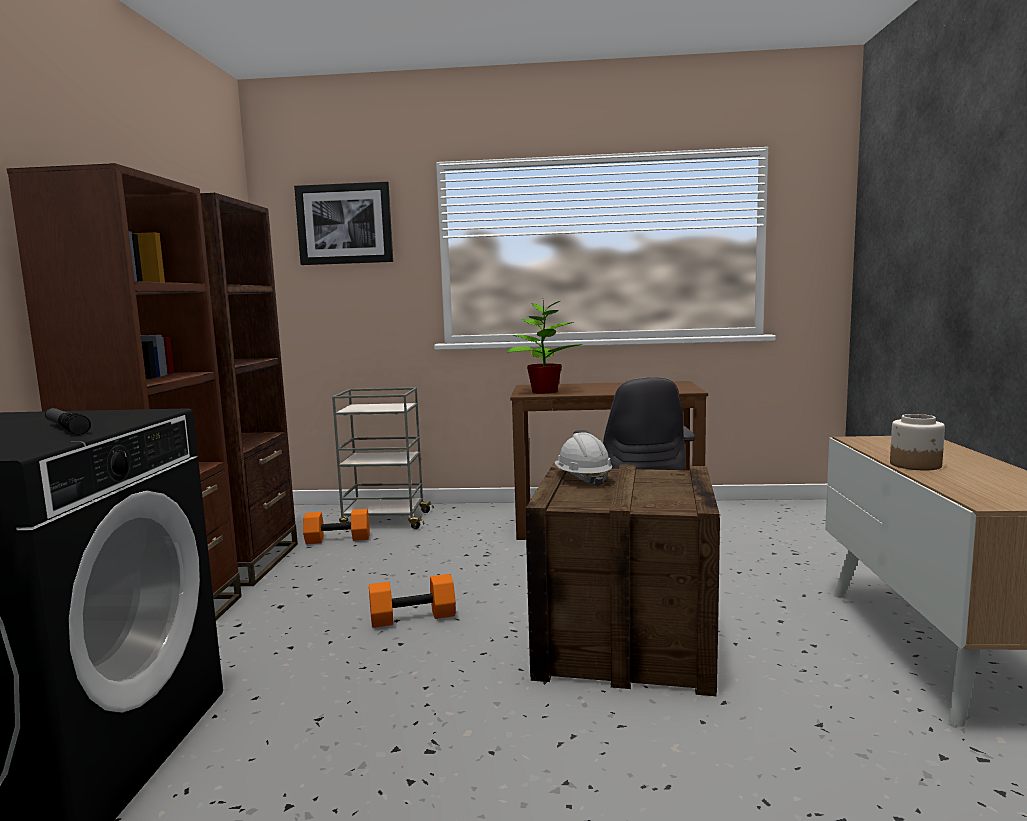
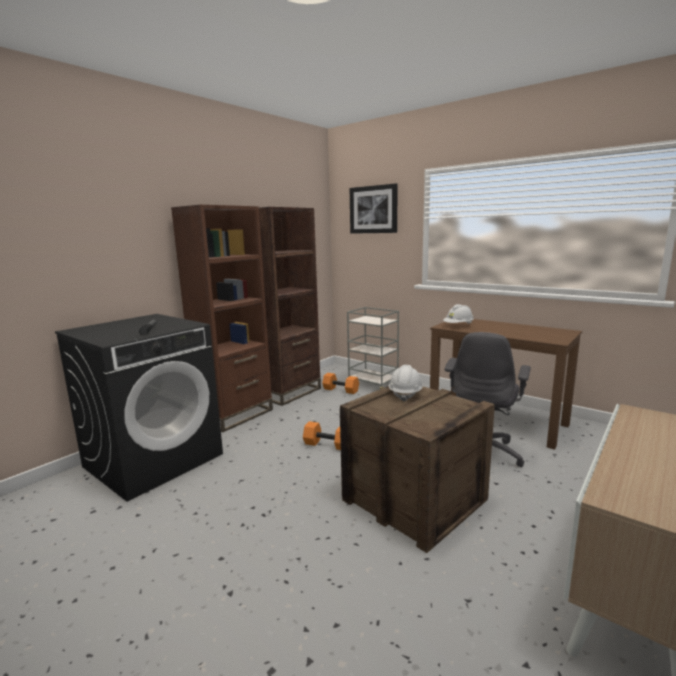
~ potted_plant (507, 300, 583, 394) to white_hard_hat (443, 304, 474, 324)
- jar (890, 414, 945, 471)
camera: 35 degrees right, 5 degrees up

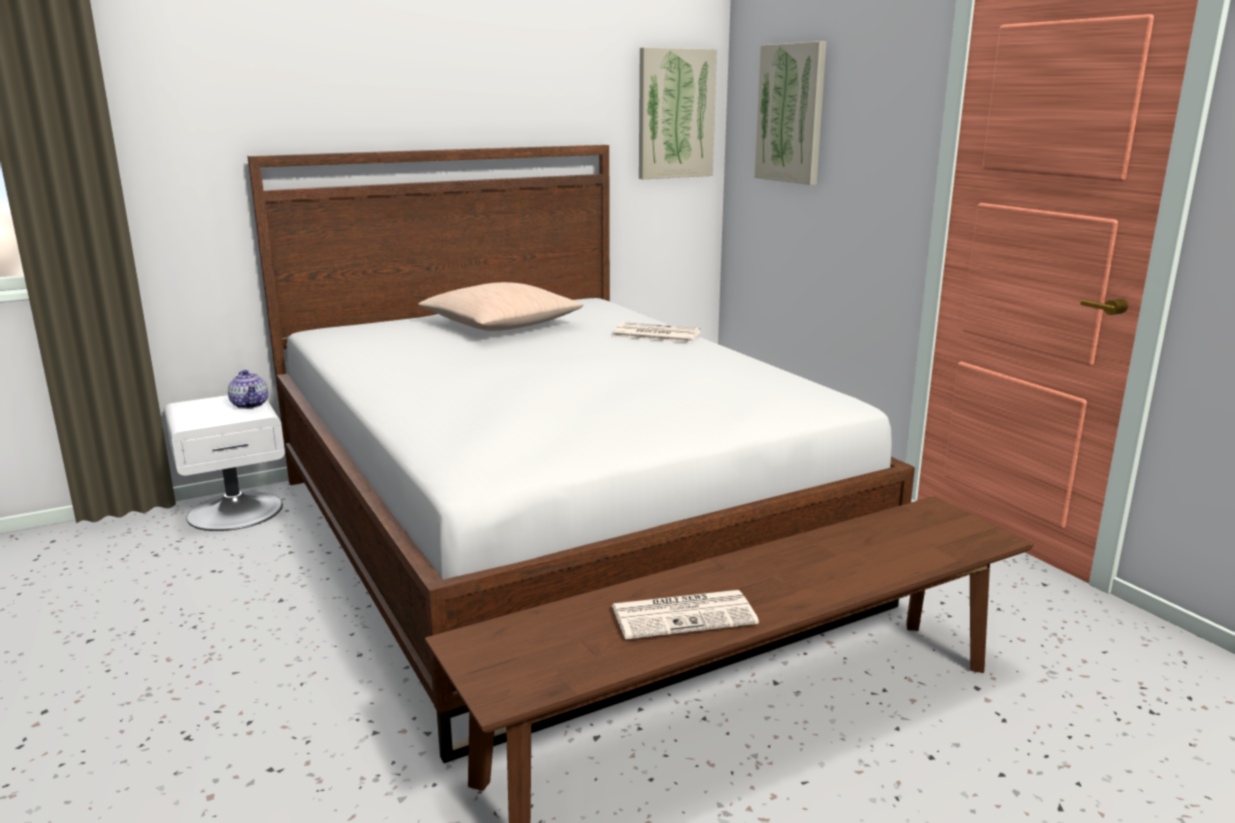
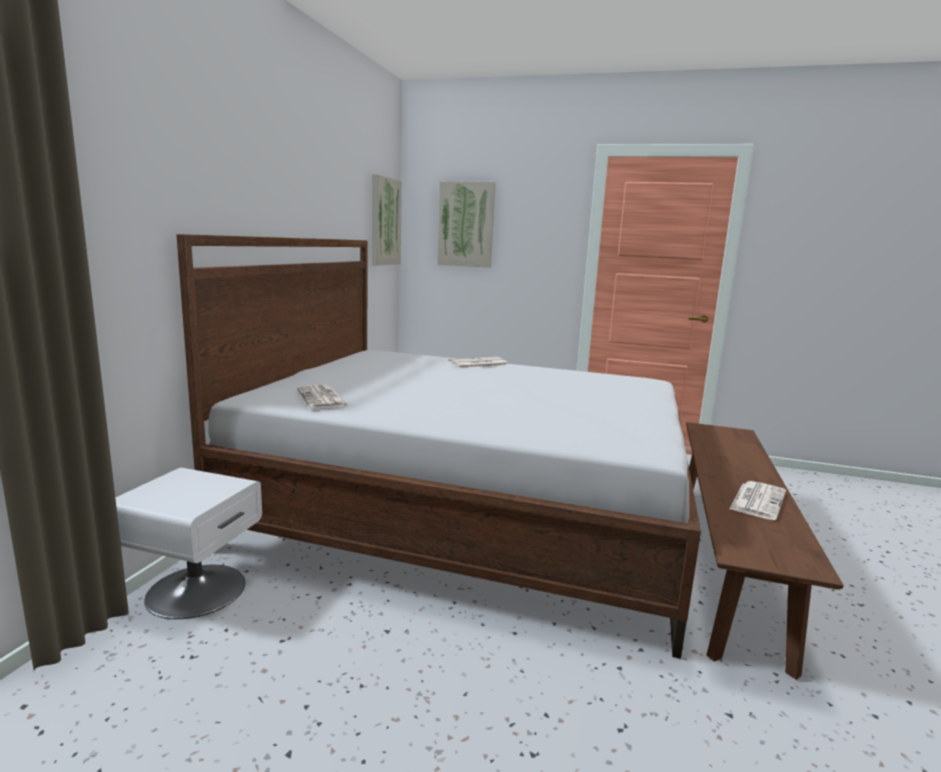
- beige_pillow (418, 282, 584, 331)
- teapot (228, 370, 268, 409)
+ newspaper (297, 385, 350, 409)
camera: 45 degrees left, 5 degrees down

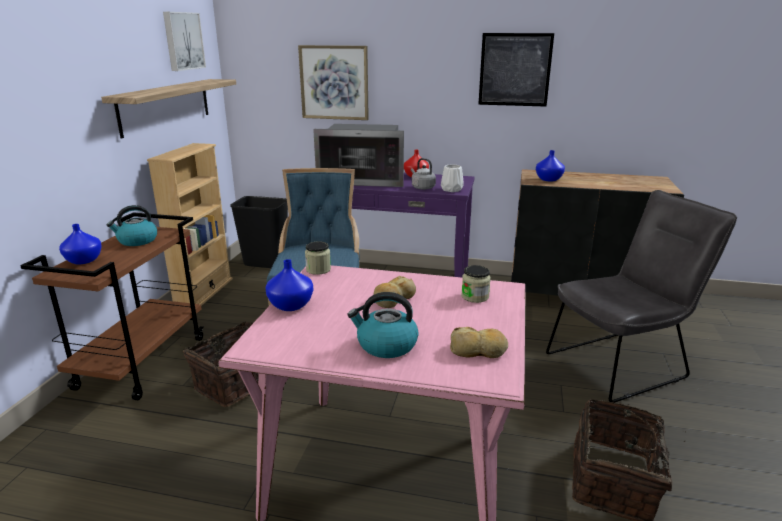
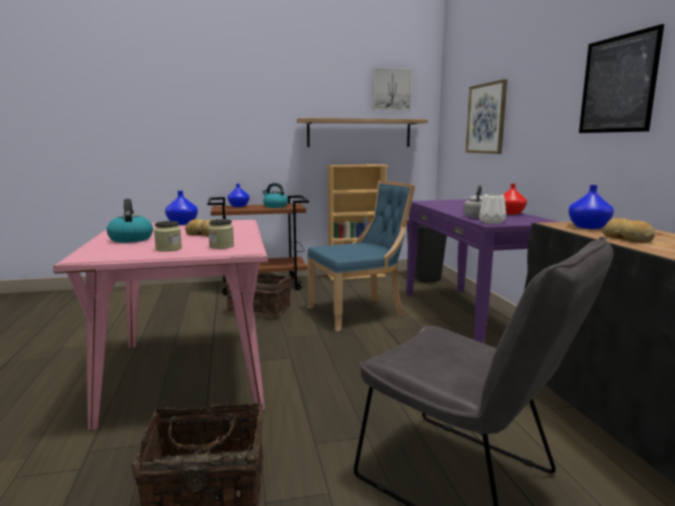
- microwave (313, 124, 404, 187)
~ jar (305, 241, 331, 275) to (154, 221, 182, 252)
~ bread (450, 327, 508, 358) to (602, 218, 655, 243)
camera: 65 degrees right, 10 degrees down

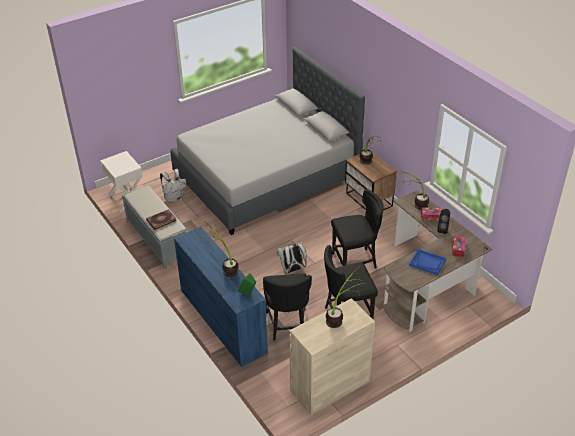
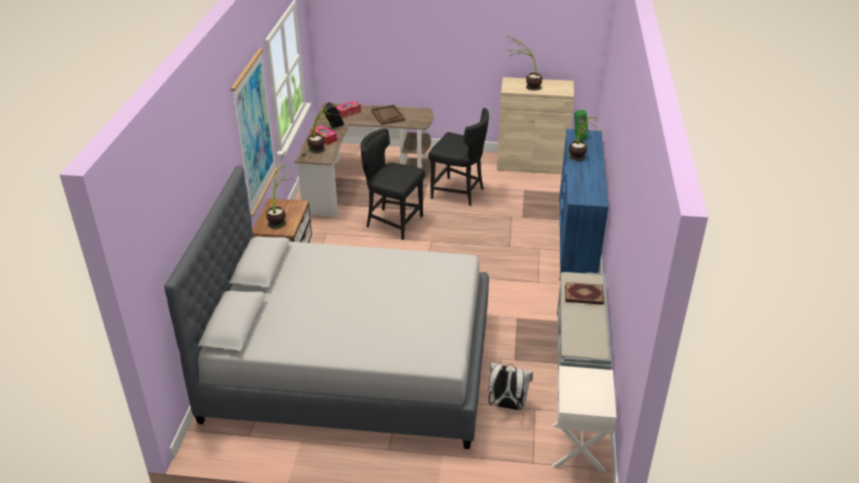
- white_backpack (277, 242, 307, 273)
~ blue_tray (409, 249, 446, 275) to brown_tray (371, 105, 405, 125)
- black_chair (263, 273, 312, 341)
+ picture (231, 48, 277, 217)
camera: 140 degrees left, 5 degrees down

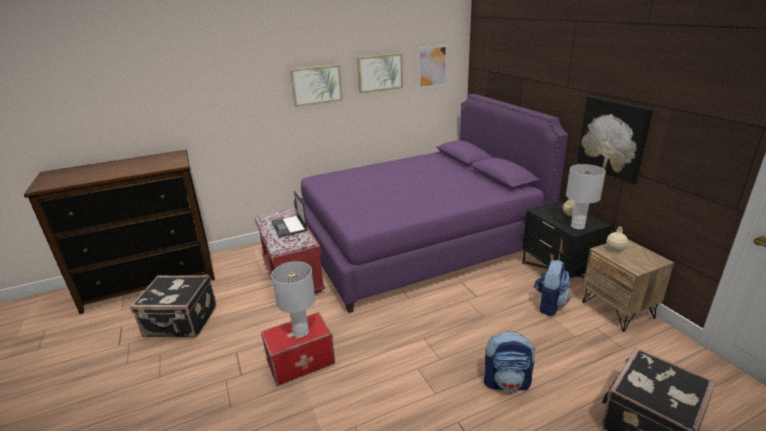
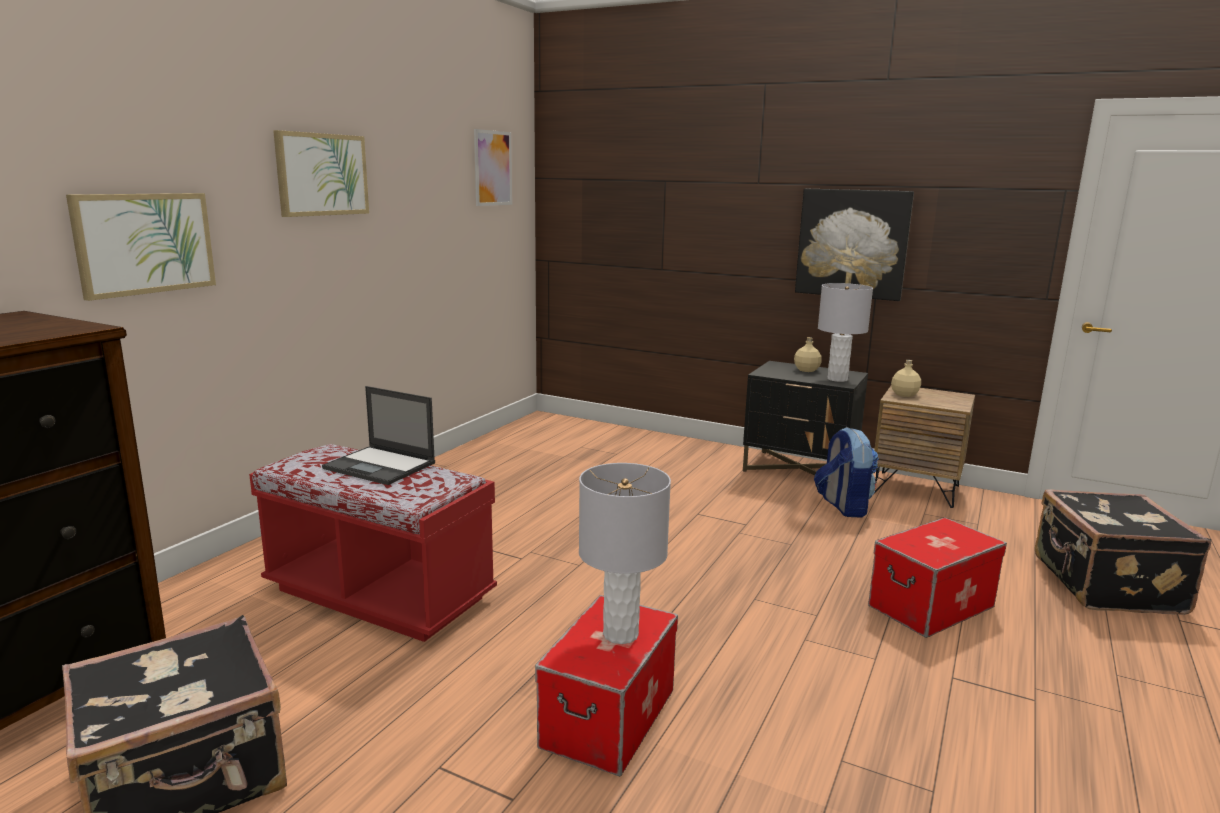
~ picture (357, 53, 403, 93) to (66, 193, 216, 301)
- purple_bed (294, 94, 568, 313)
~ backpack (484, 331, 535, 391) to storage_box (868, 517, 1007, 638)
camera: 40 degrees left, 10 degrees down

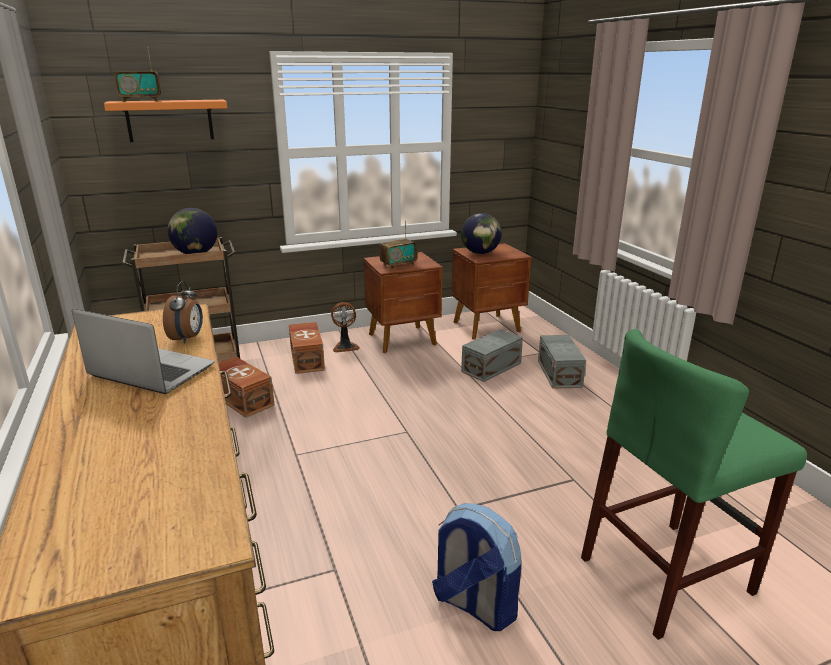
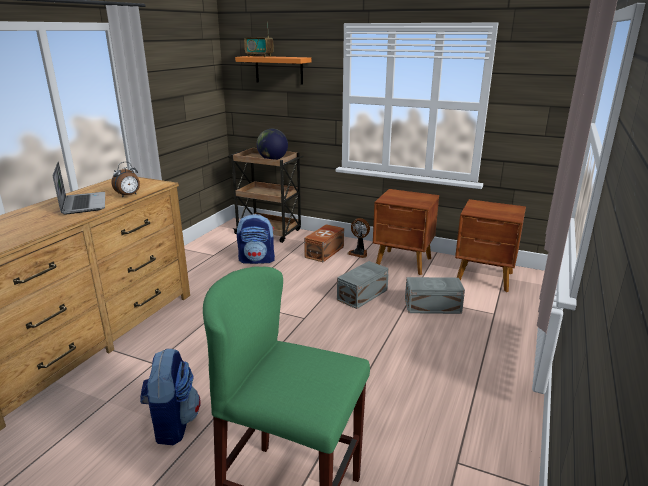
- globe (461, 213, 502, 254)
- radio (379, 221, 417, 269)
~ grey_storage_box (538, 335, 586, 389) to (337, 261, 389, 309)
~ brown_storage_box (219, 357, 275, 418) to backpack (237, 214, 275, 264)
camera: 45 degrees right, 0 degrees up

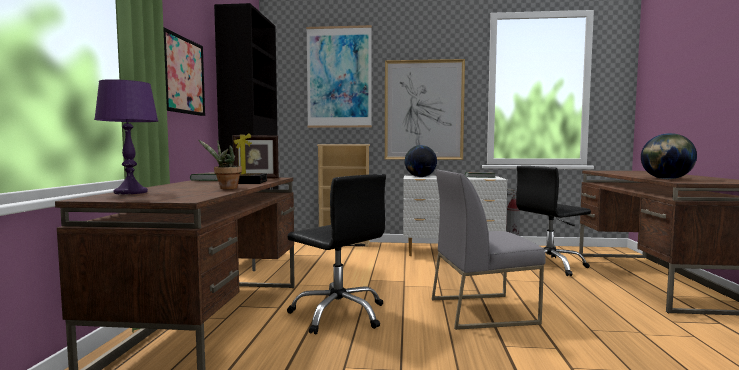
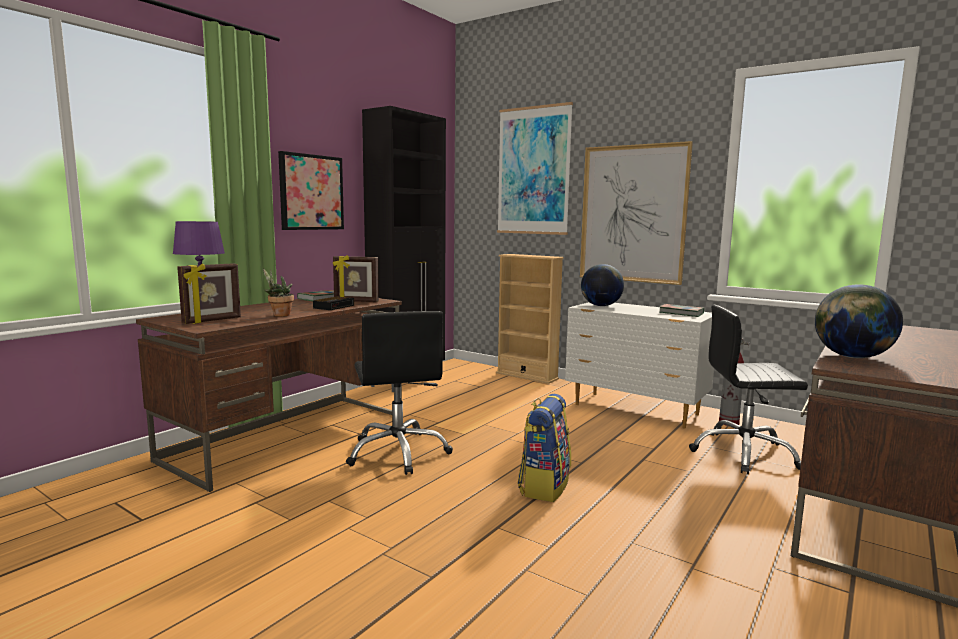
~ grey_chair (432, 170, 545, 330) to backpack (517, 394, 571, 502)
+ picture_frame (177, 263, 241, 324)
camera: 30 degrees right, 5 degrees up

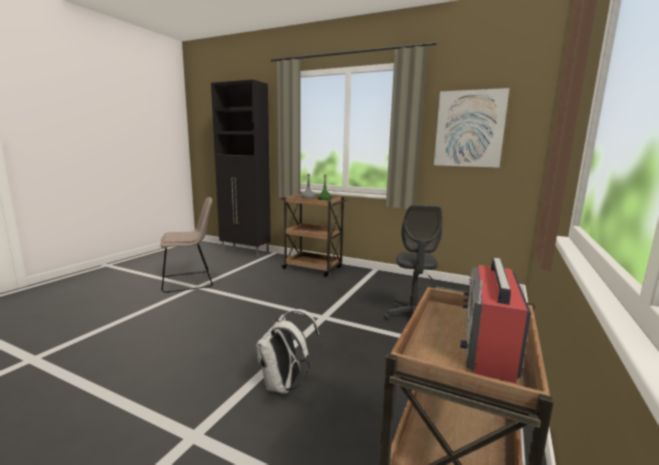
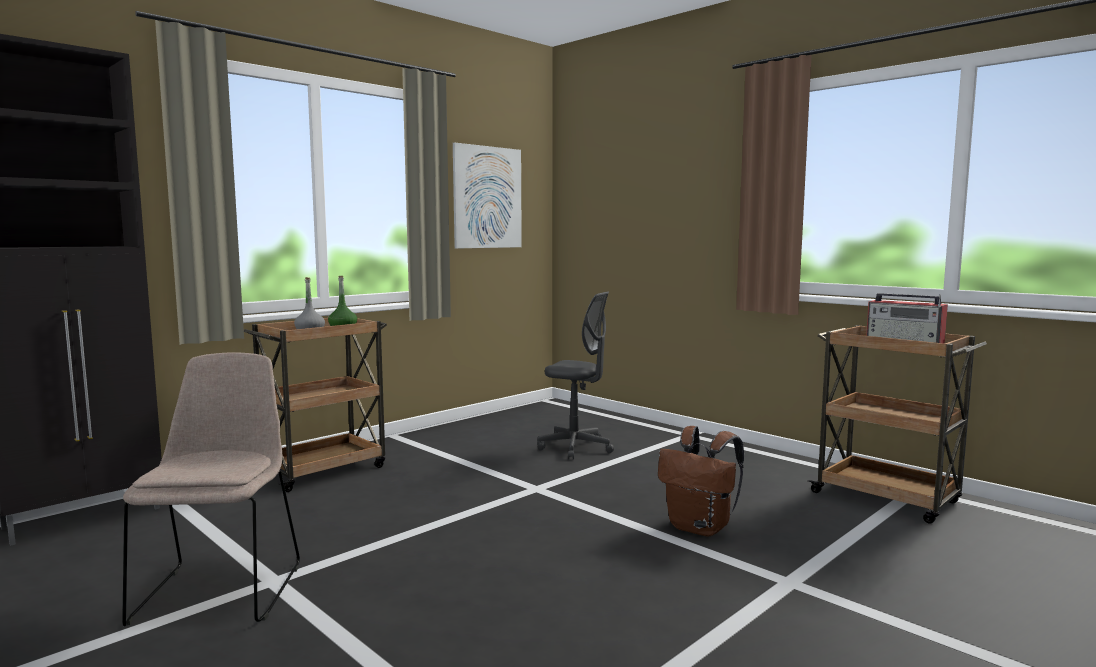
~ white_backpack (256, 309, 321, 394) to brown_backpack (658, 426, 744, 536)
camera: 70 degrees left, 5 degrees down

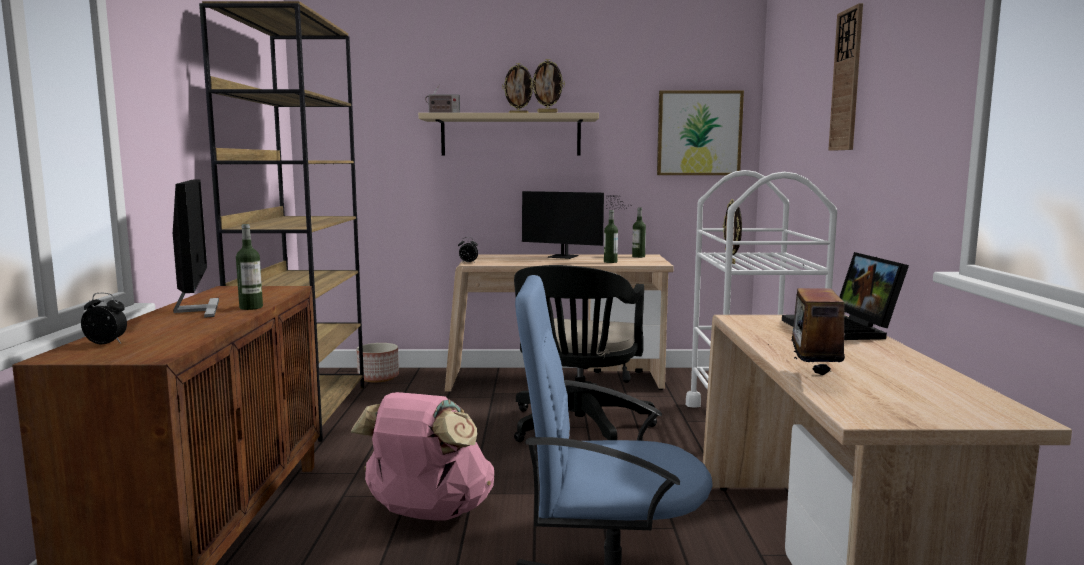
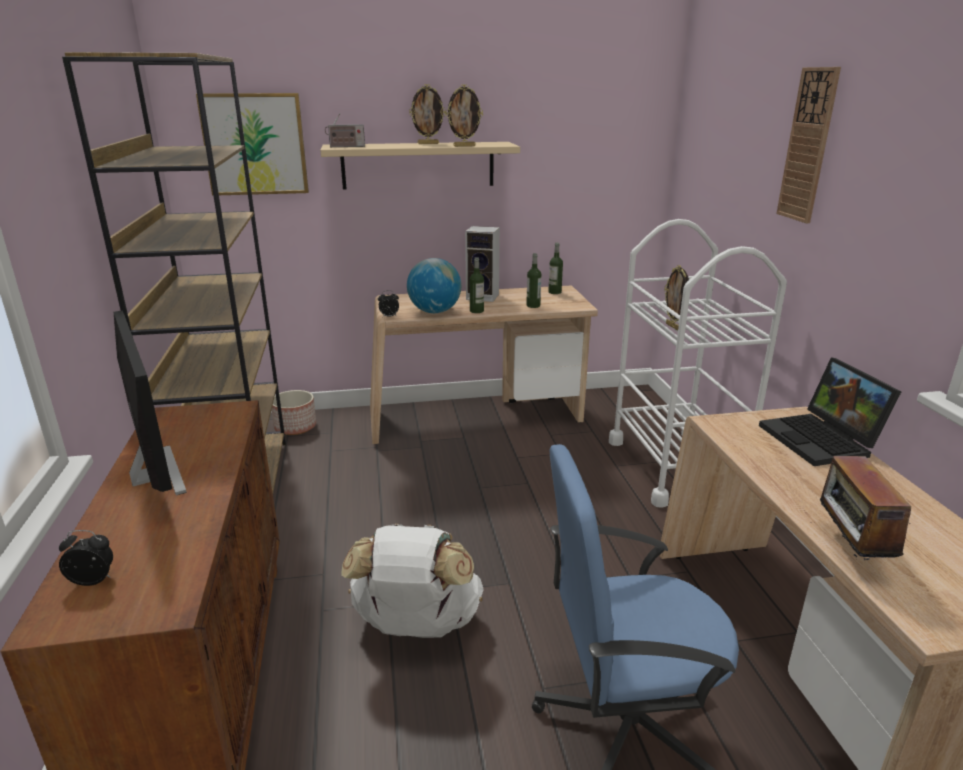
~ picture (657, 91, 744, 175) to (196, 93, 309, 196)
~ monitor (522, 191, 630, 259) to speaker (465, 226, 500, 302)
~ bottle (236, 224, 263, 310) to (470, 257, 484, 313)
- black_office_chair (514, 265, 657, 442)
~ pink_backpack (350, 392, 494, 521) to white_backpack (341, 524, 484, 638)
+ globe (407, 258, 461, 313)
camera: 10 degrees left, 15 degrees up

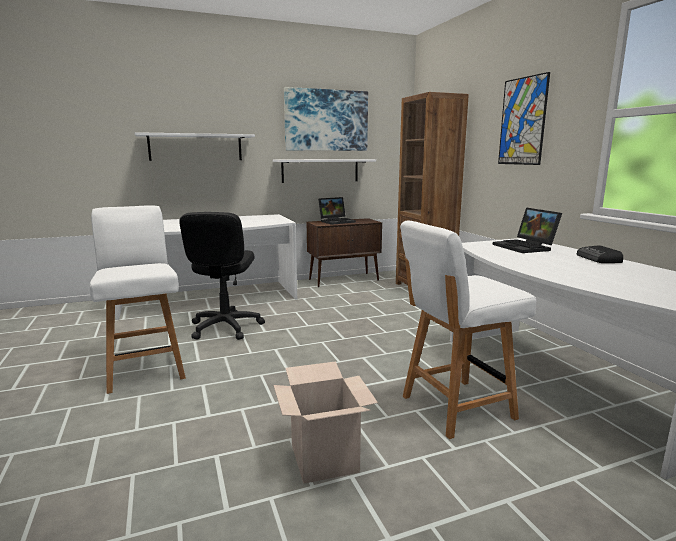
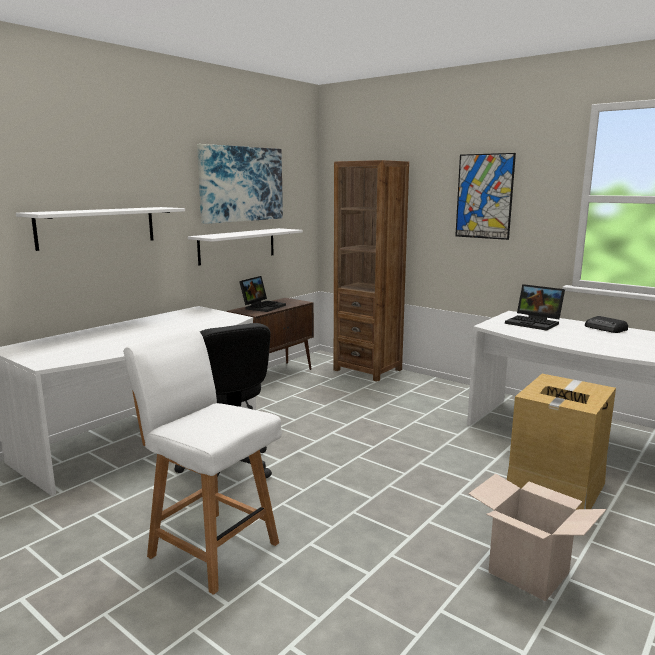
~ white_chair (400, 221, 536, 439) to cardboard_box (507, 374, 616, 509)
camera: 30 degrees left, 0 degrees up

